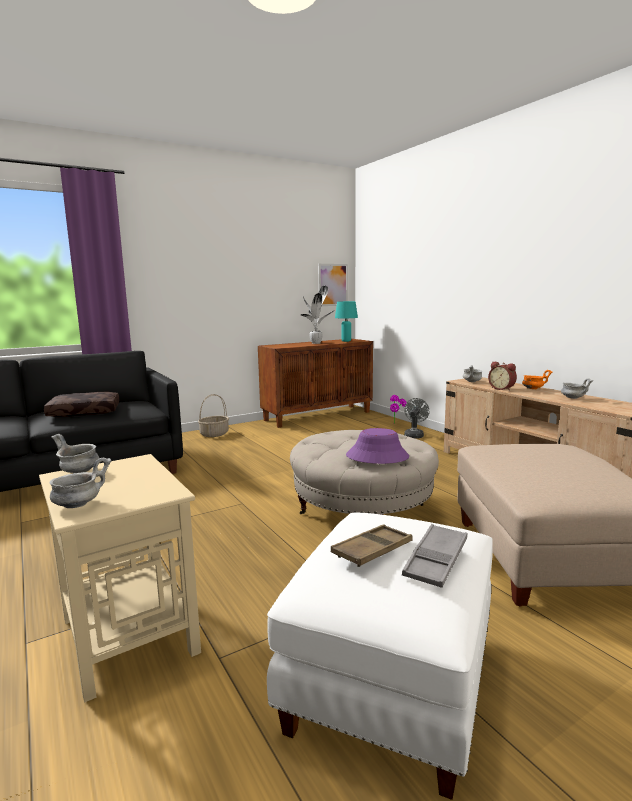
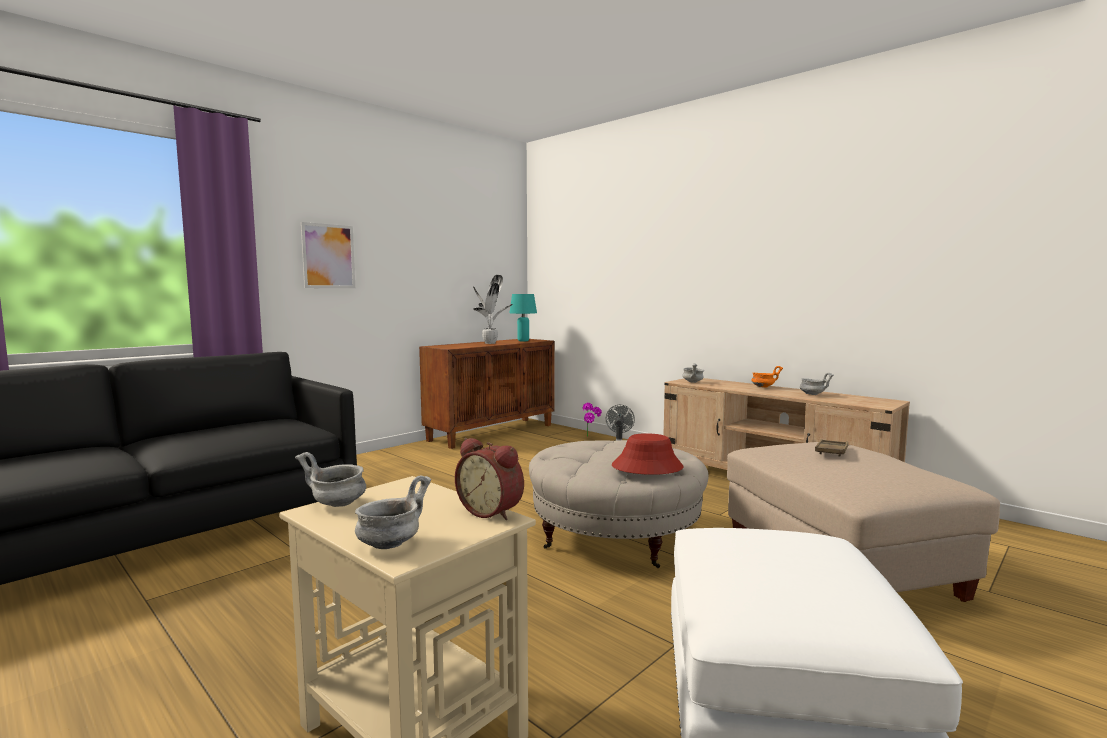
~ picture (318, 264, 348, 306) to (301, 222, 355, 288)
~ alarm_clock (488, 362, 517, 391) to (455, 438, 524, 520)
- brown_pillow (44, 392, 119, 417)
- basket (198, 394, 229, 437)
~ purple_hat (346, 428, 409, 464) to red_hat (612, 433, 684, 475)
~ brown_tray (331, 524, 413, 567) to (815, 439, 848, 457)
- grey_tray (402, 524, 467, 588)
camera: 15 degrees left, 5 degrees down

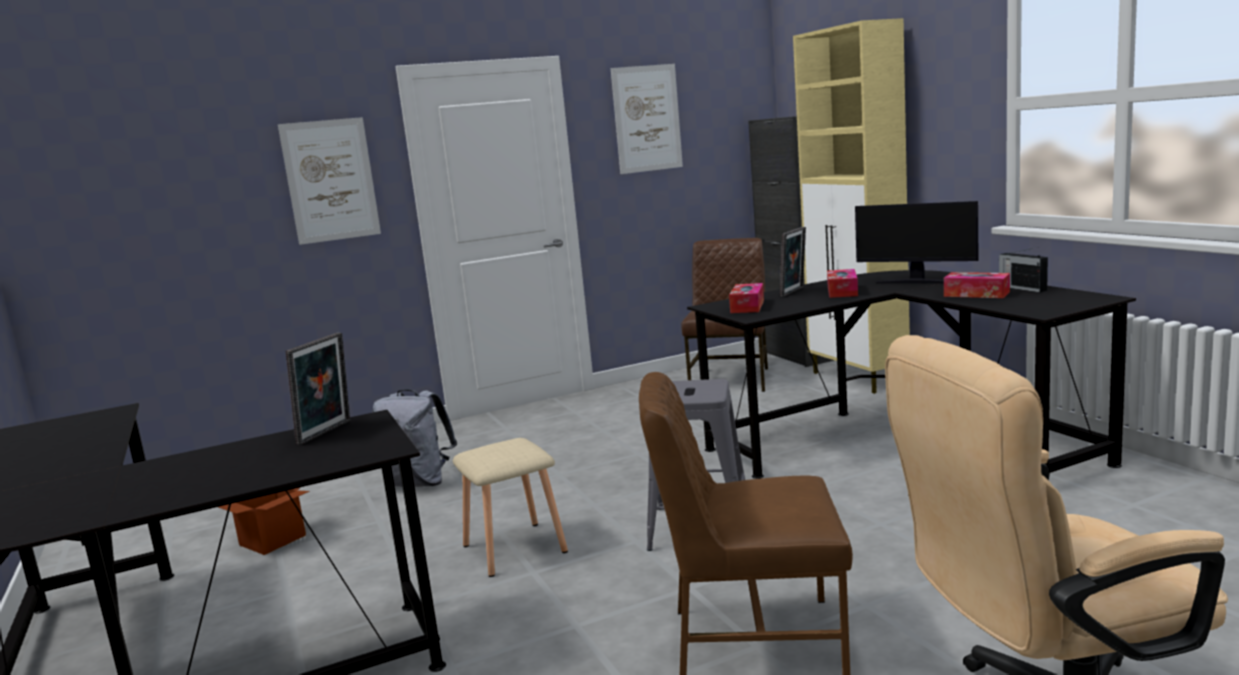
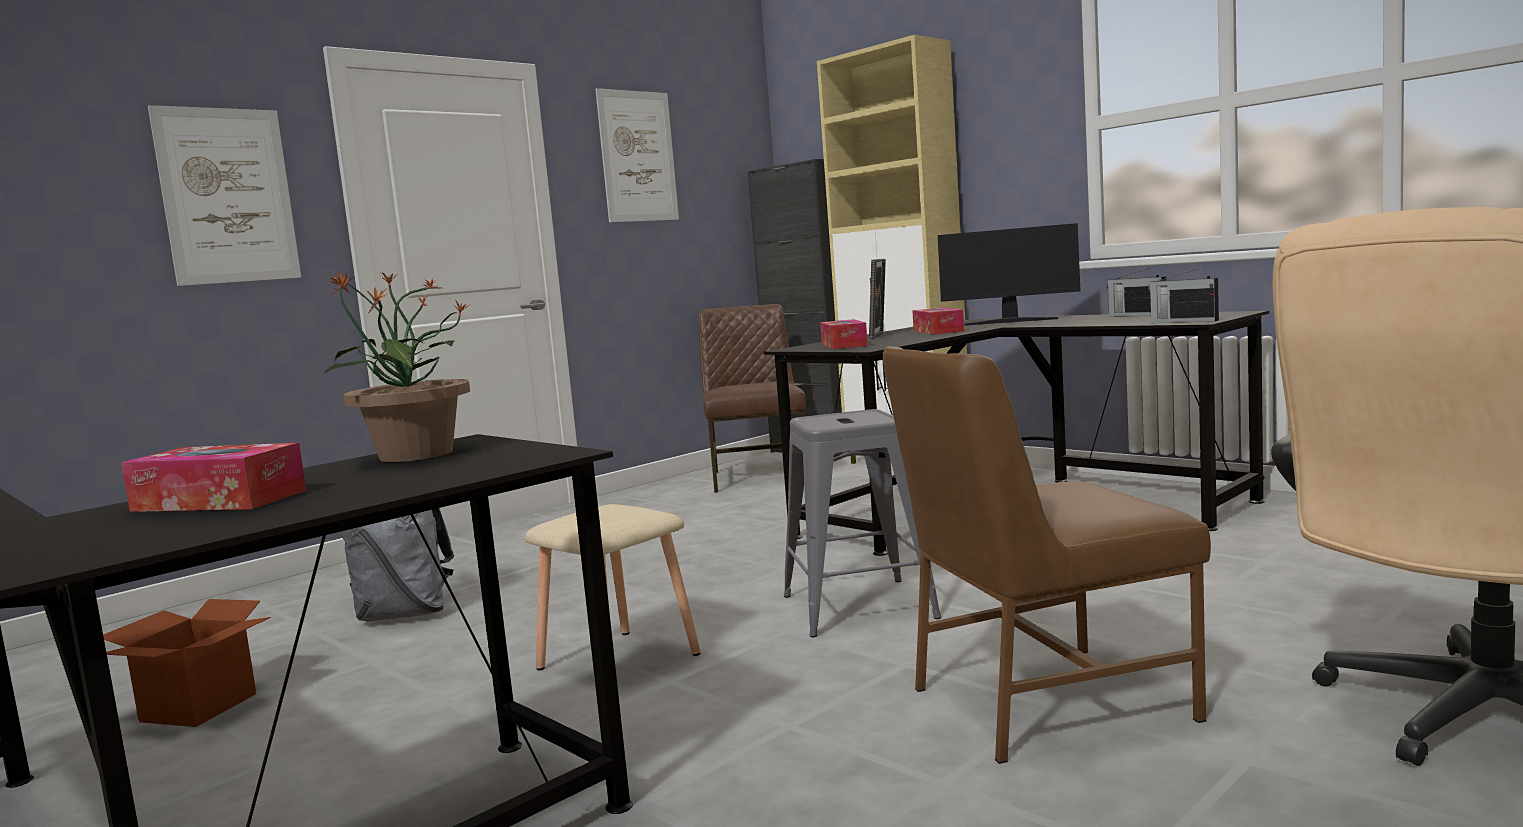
~ tissue_box (944, 272, 1010, 298) to (121, 443, 306, 512)
~ picture_frame (286, 333, 350, 445) to potted_plant (322, 271, 471, 462)
+ radio (1148, 266, 1219, 323)
camera: 20 degrees left, 5 degrees down

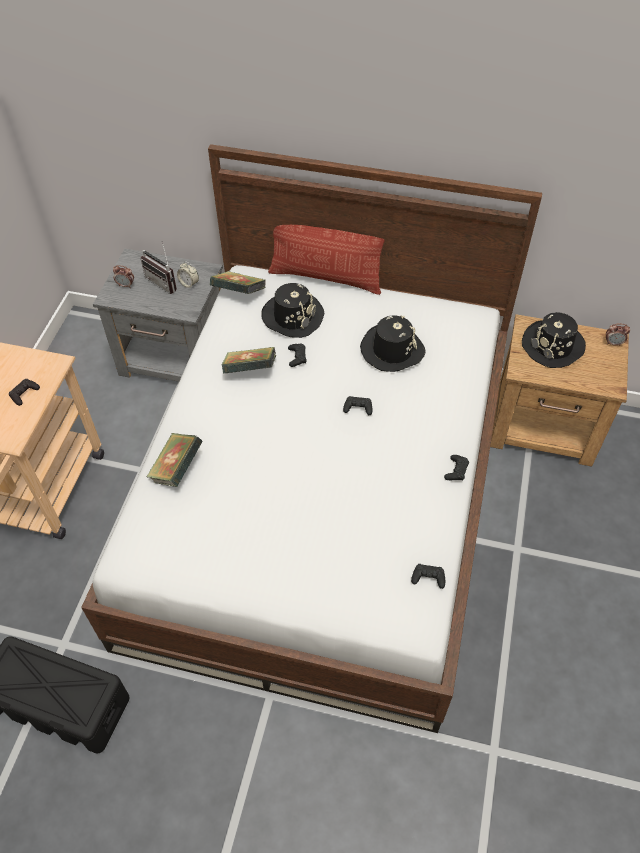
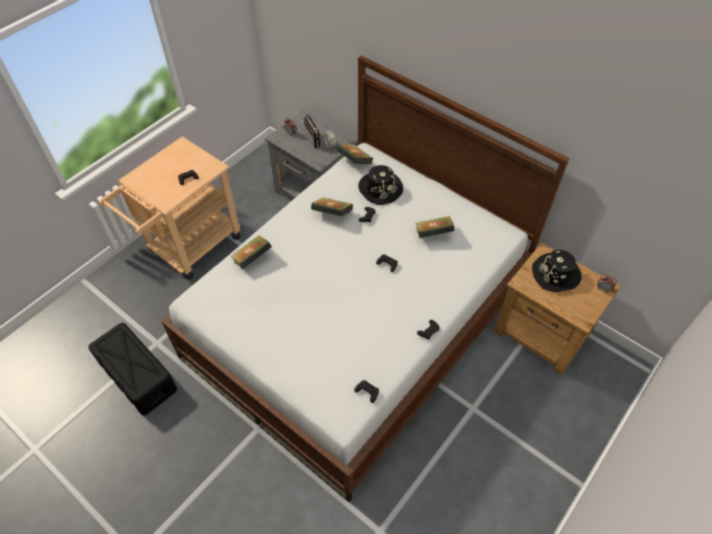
- pillow (268, 225, 385, 295)
~ black_hat (360, 315, 426, 372) to book (416, 216, 455, 238)
camera: 25 degrees right, 0 degrees up

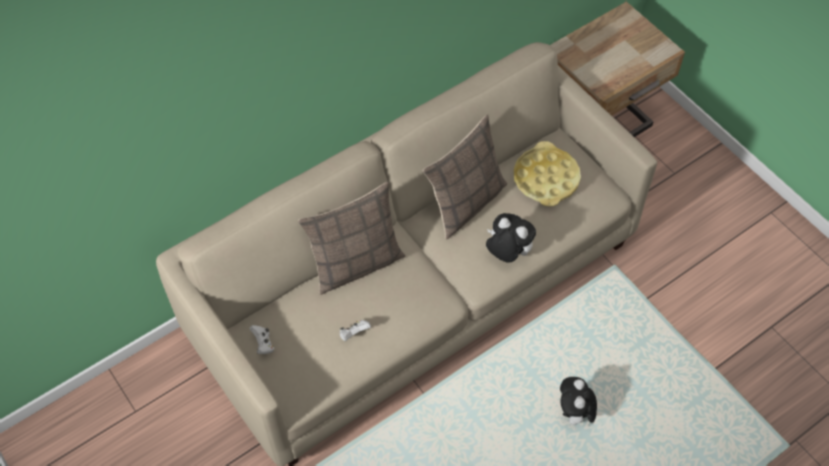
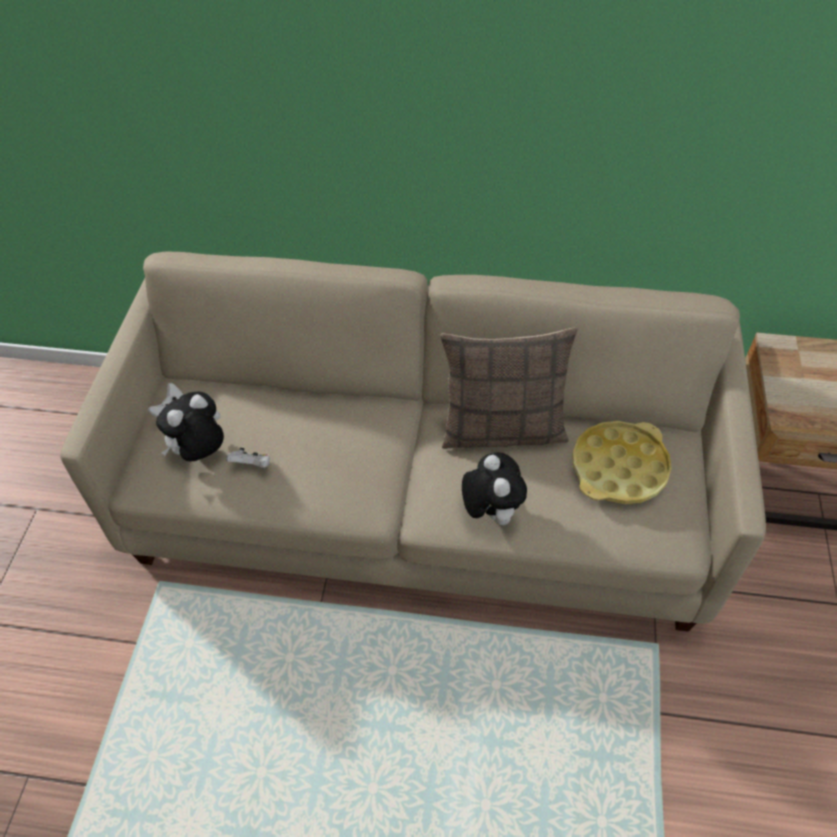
- pillow (298, 182, 405, 295)
~ plush_toy (560, 377, 597, 430) to (156, 391, 224, 461)
camera: 45 degrees right, 5 degrees down

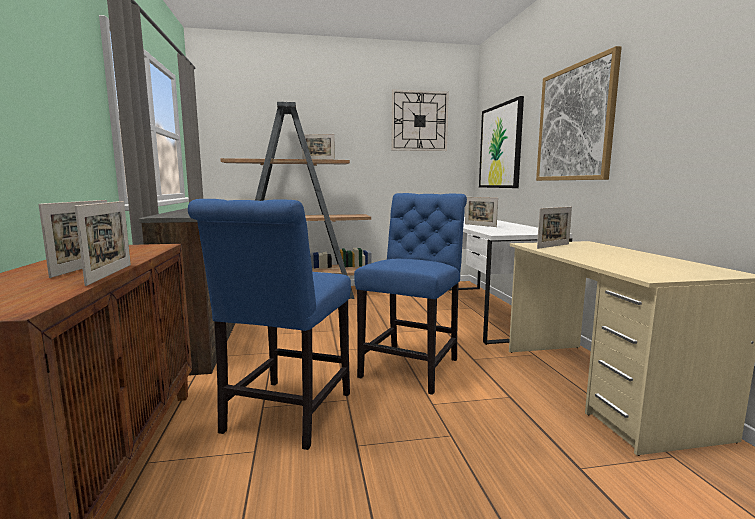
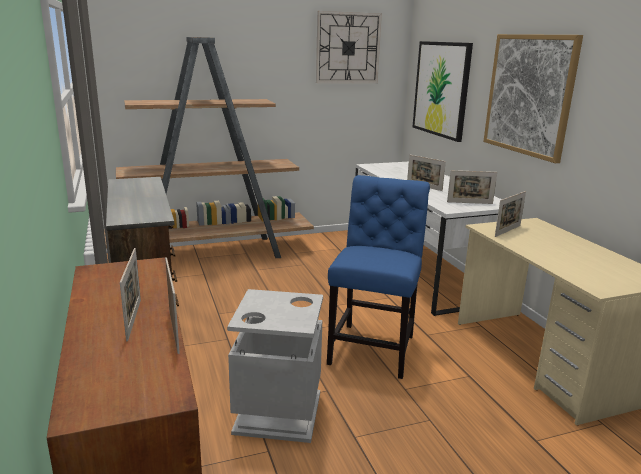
~ picture_frame (302, 134, 335, 160) to (447, 170, 497, 204)
~ blue_chair (188, 199, 351, 450) to grey_trash_can (227, 289, 323, 443)
camera: 10 degrees left, 10 degrees up

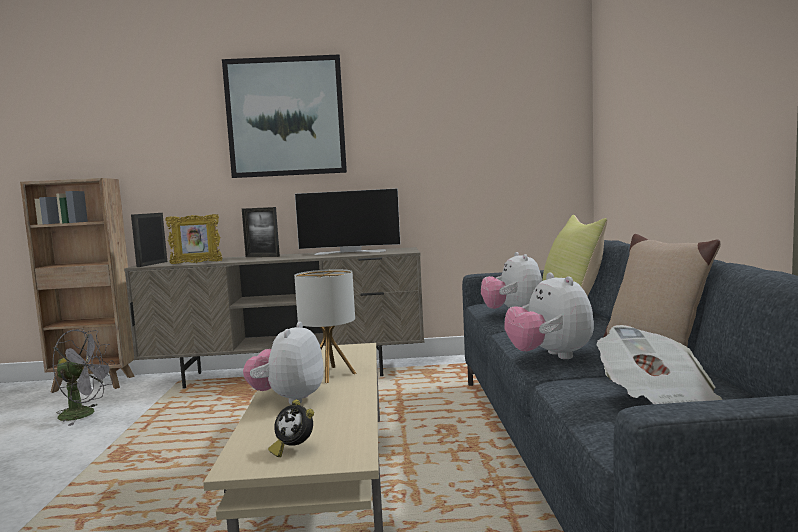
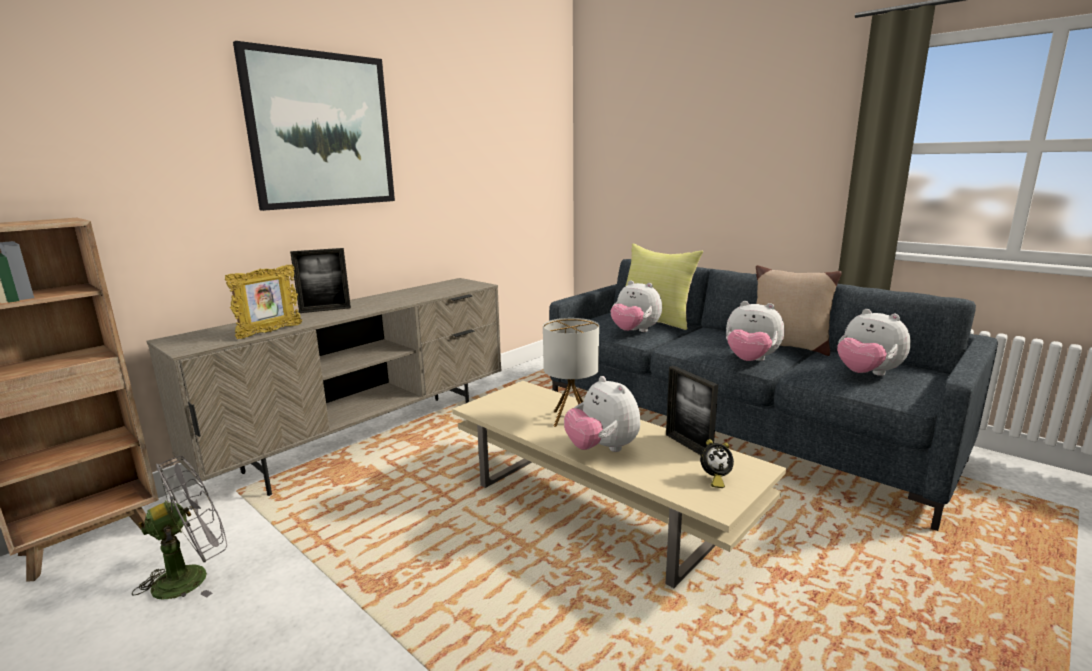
- television (295, 188, 401, 255)
~ picture_frame (131, 213, 167, 267) to (666, 366, 718, 455)
~ newspaper (597, 325, 722, 404) to plush_toy (837, 309, 911, 376)
camera: 45 degrees left, 10 degrees up

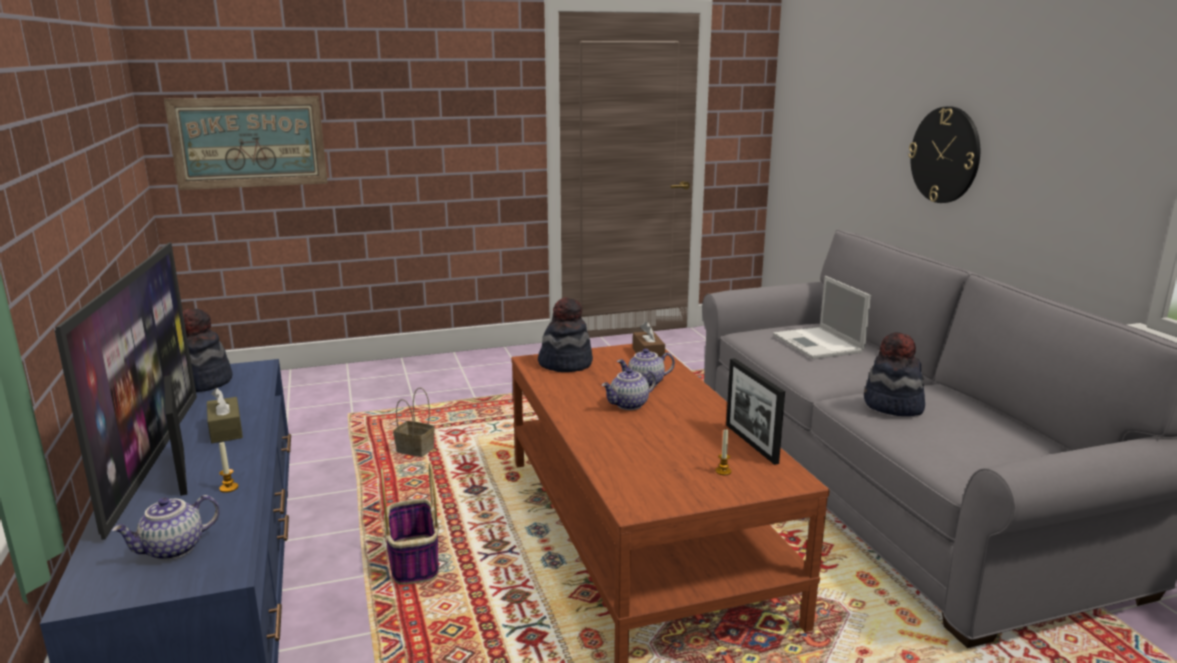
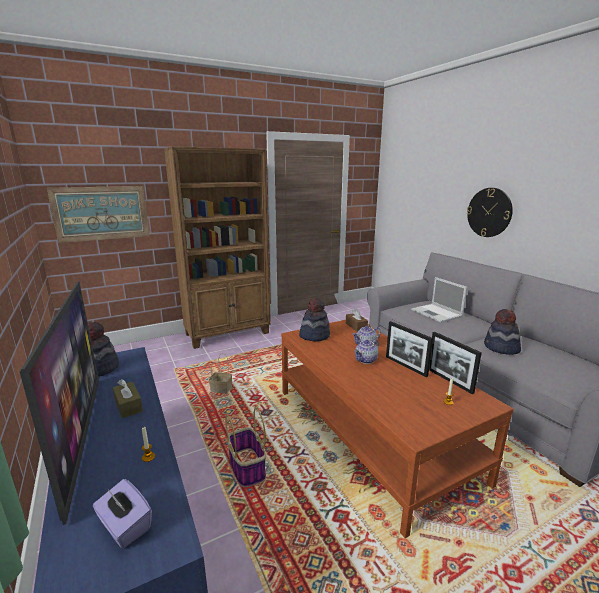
~ picture_frame (164, 375, 187, 496) to (386, 321, 433, 377)
~ teapot (111, 495, 220, 560) to purple_tissue_box (93, 479, 152, 548)
+ brown_bookcase (164, 146, 271, 349)
camera: 10 degrees left, 0 degrees up

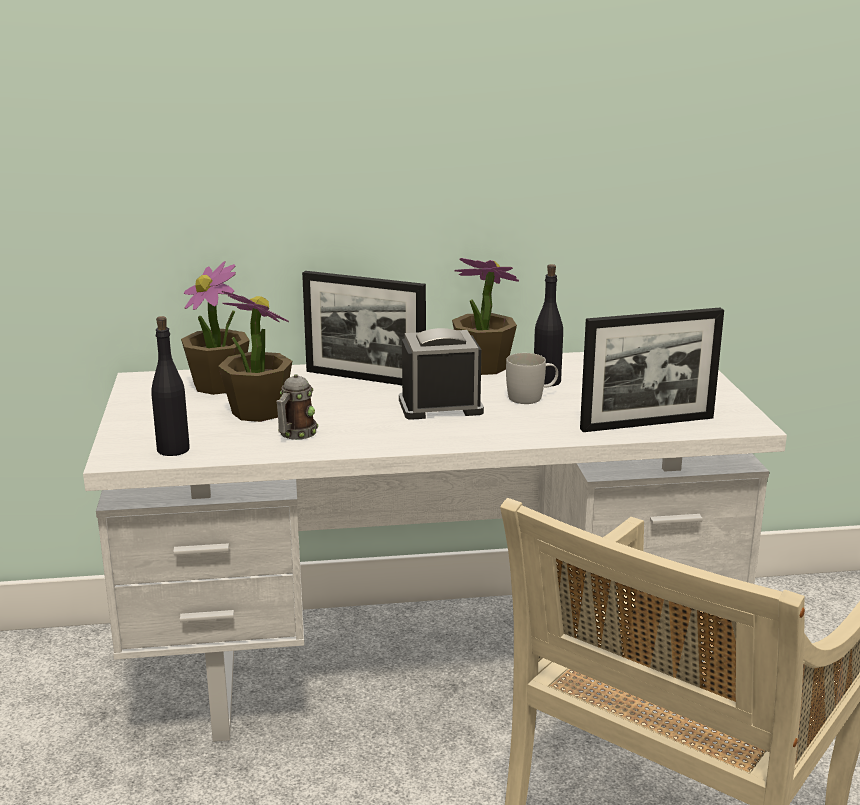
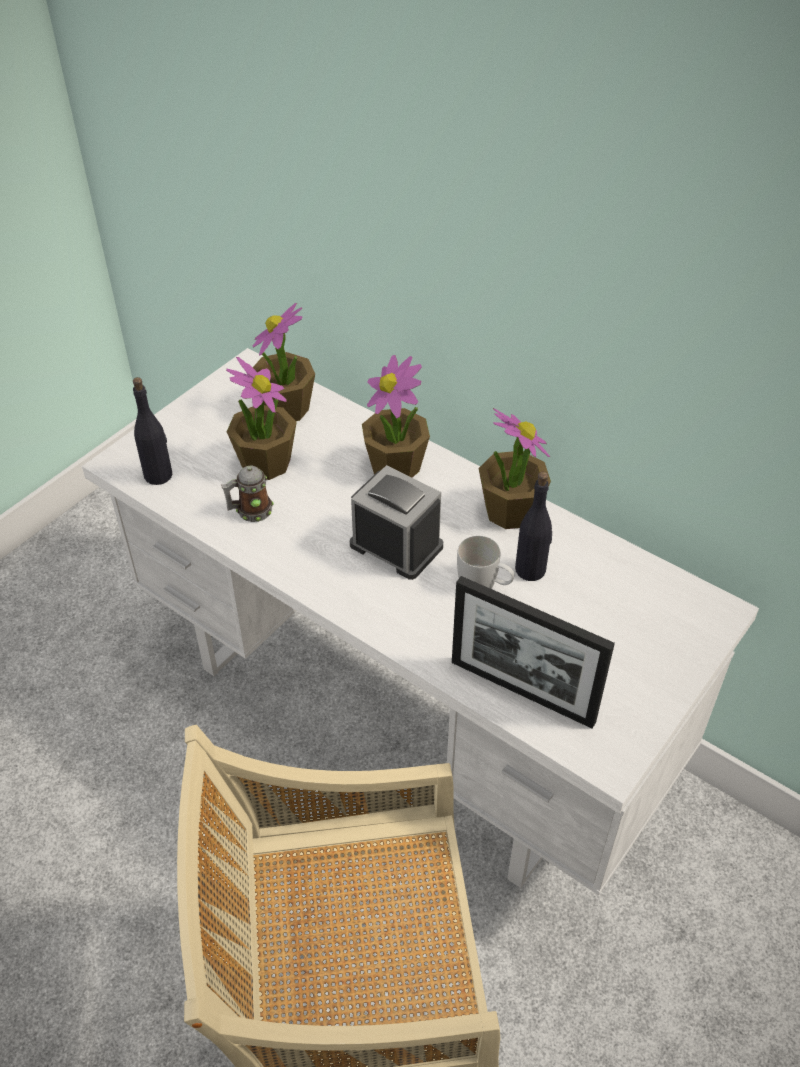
~ picture_frame (302, 271, 426, 385) to potted_plant (362, 355, 430, 478)
camera: 45 degrees right, 25 degrees up

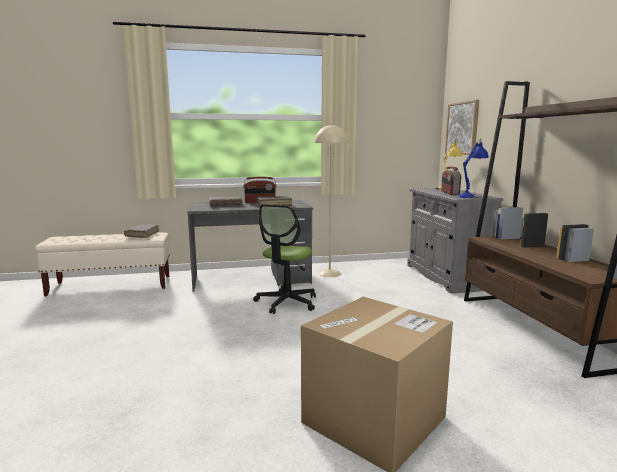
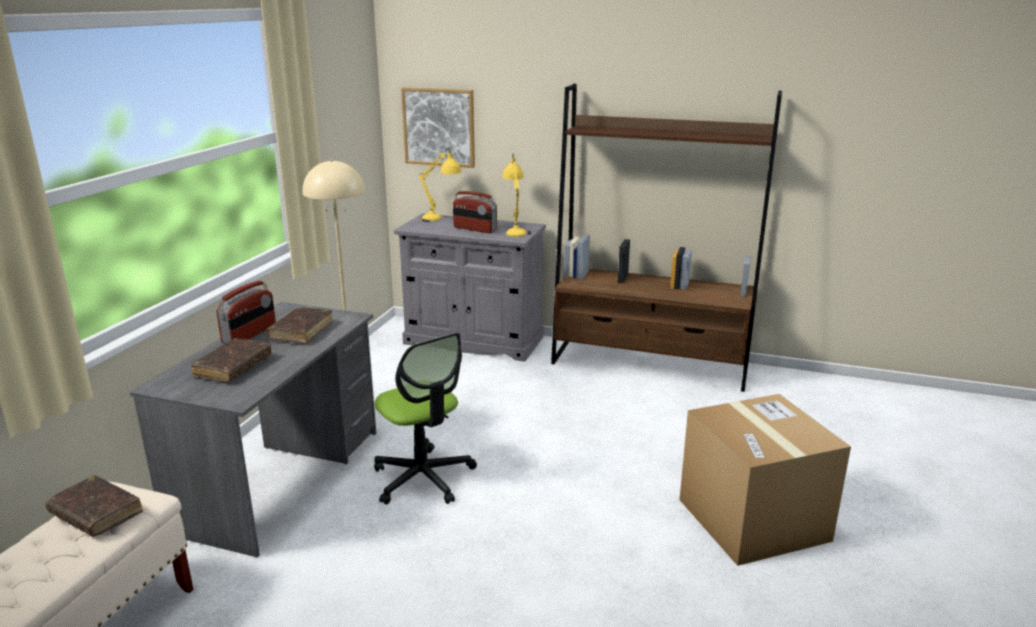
~ blue_table_lamp (458, 140, 489, 199) to yellow_table_lamp (502, 153, 531, 237)
camera: 60 degrees left, 10 degrees up

